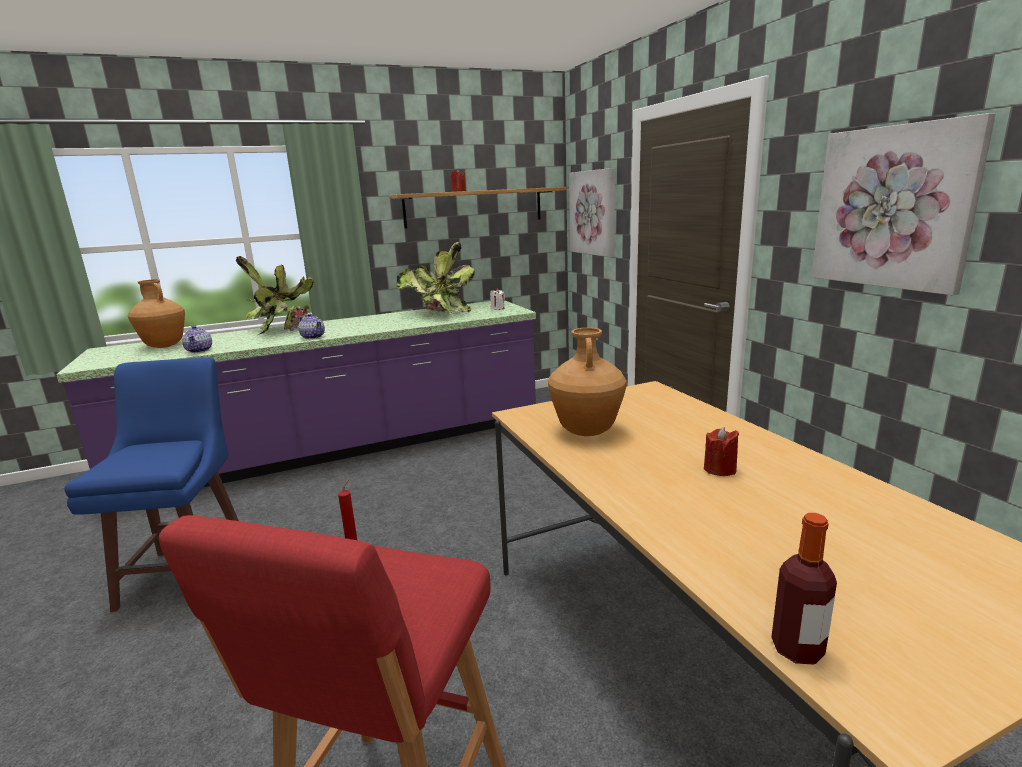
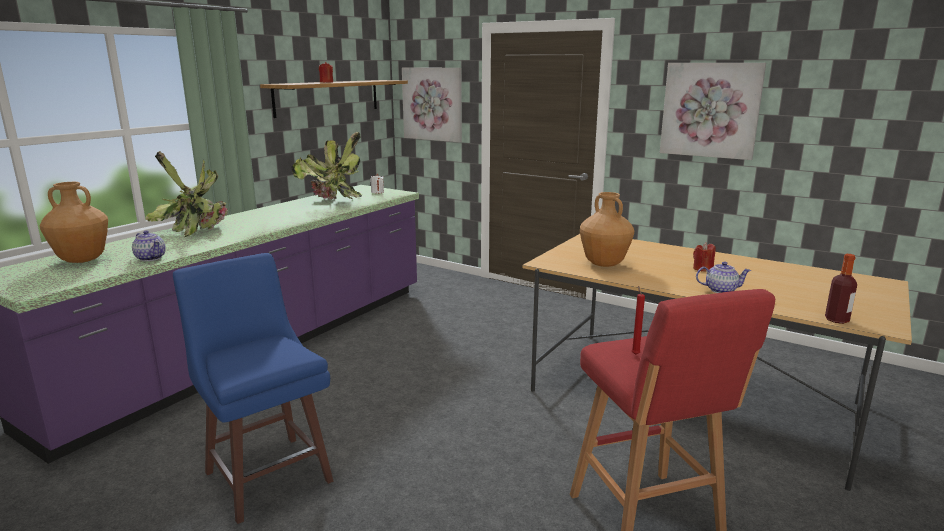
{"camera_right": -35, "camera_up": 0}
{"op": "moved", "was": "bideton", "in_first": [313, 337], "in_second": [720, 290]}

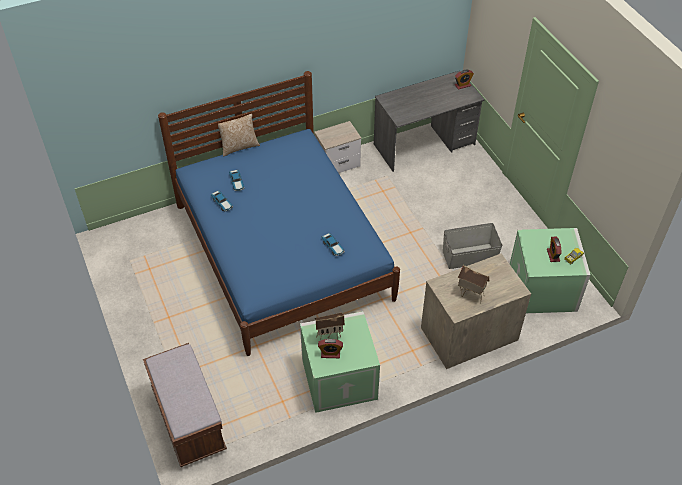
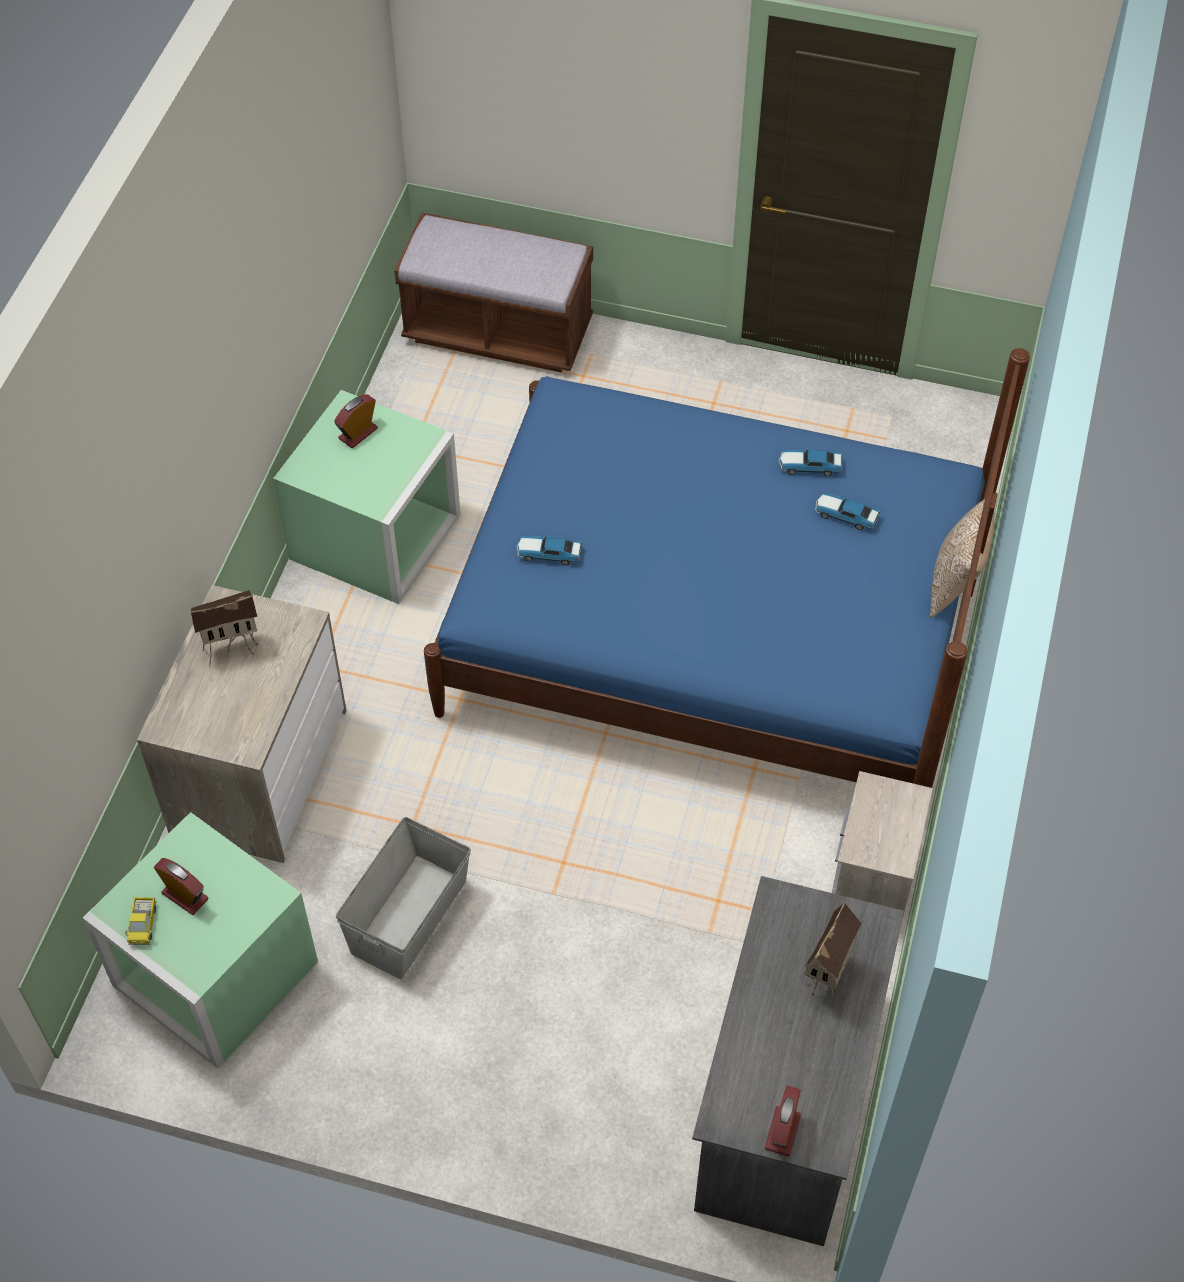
{"camera_right": 130, "camera_up": 5}
{"op": "moved", "was": "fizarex", "in_first": [329, 337], "in_second": [828, 975]}

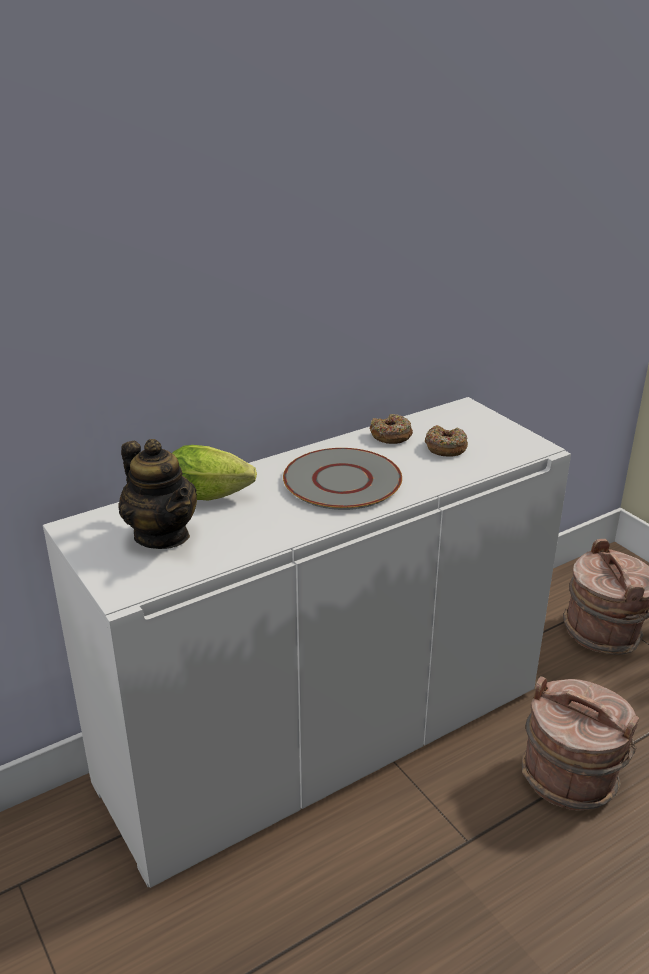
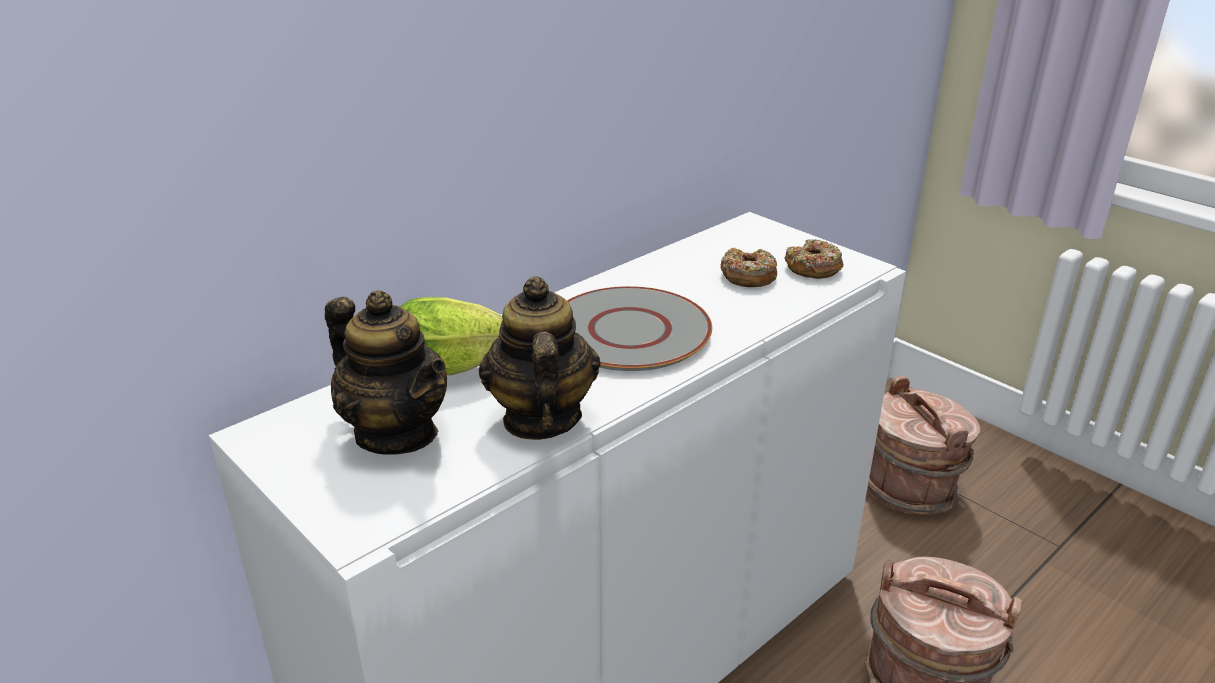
{"camera_right": -10, "camera_up": 0}
{"op": "moved", "was": "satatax", "in_first": [391, 436], "in_second": [813, 268]}
{"op": "added", "now": "bideton", "in_second": [540, 418]}

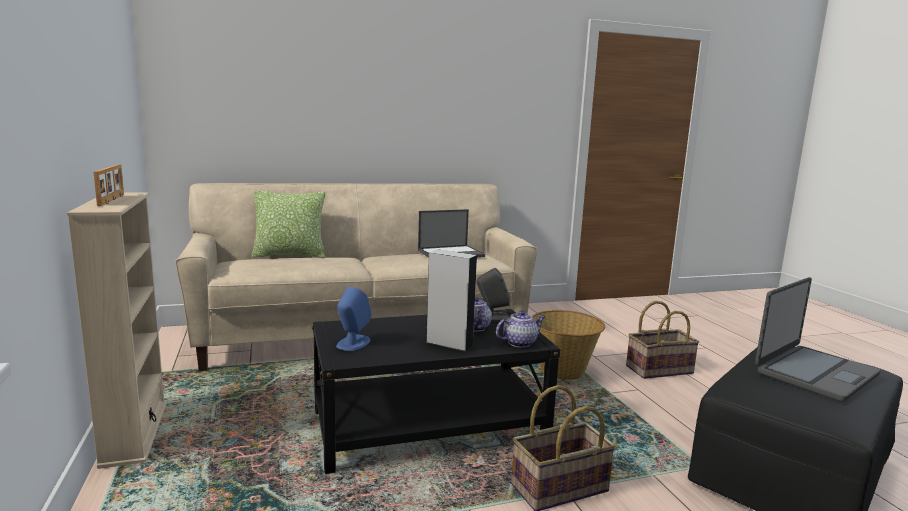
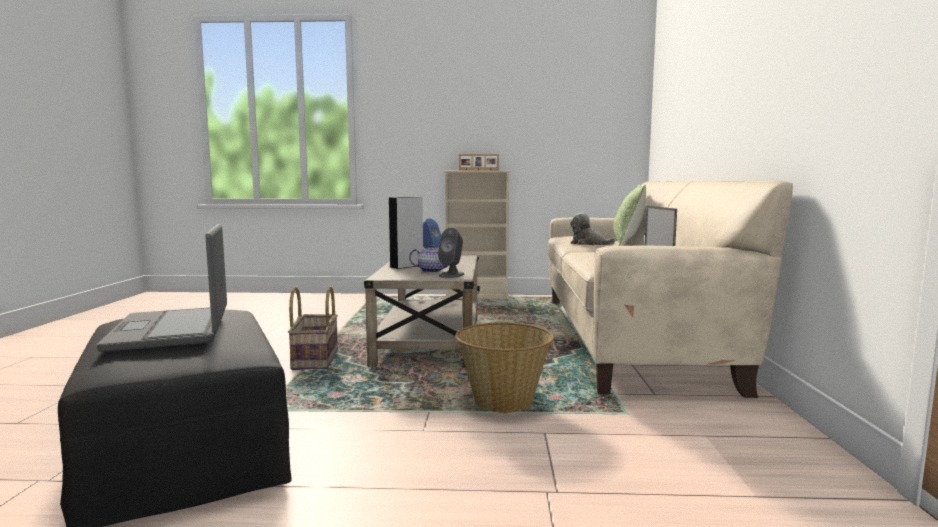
{"camera_right": 110, "camera_up": -5}
{"op": "removed", "was": "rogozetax", "in_first": [659, 369]}
{"op": "recoloured", "was": "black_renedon", "now": "beige_renedon", "in_first": [429, 426], "in_second": [430, 340]}
{"op": "removed", "was": "bideton", "in_first": [520, 343]}
{"op": "added", "now": "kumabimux", "in_second": [588, 244]}

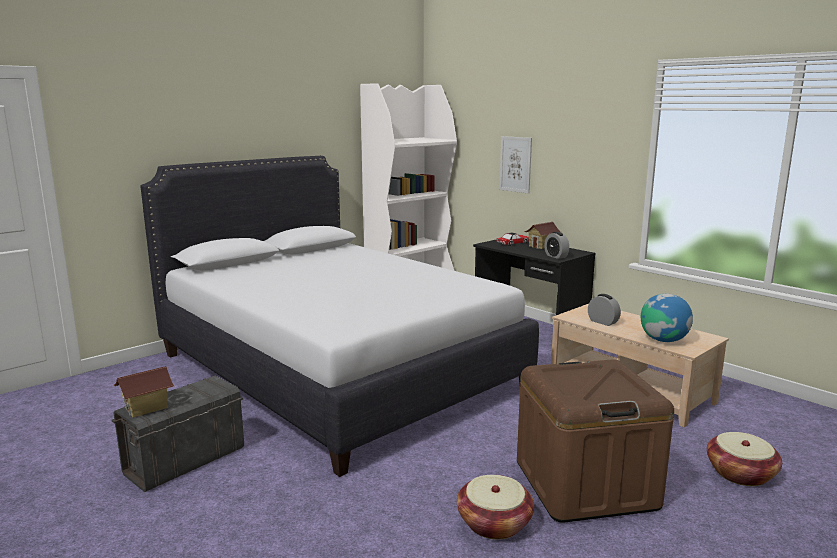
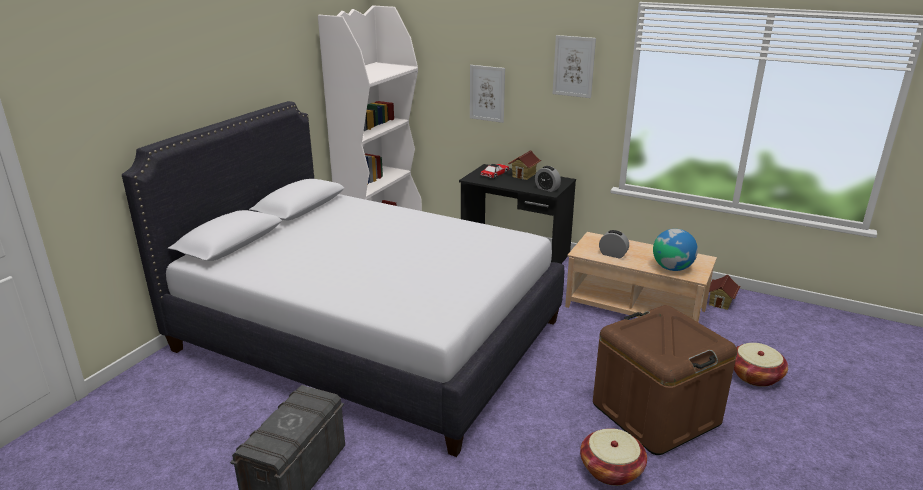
{"camera_right": -20, "camera_up": 10}
{"op": "moved", "was": "fizarex", "in_first": [146, 408], "in_second": [720, 302]}
{"op": "added", "now": "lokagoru", "in_second": [573, 66]}

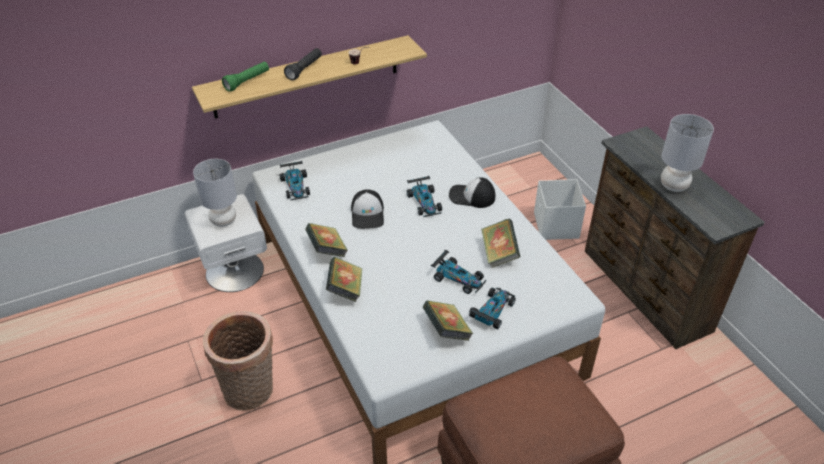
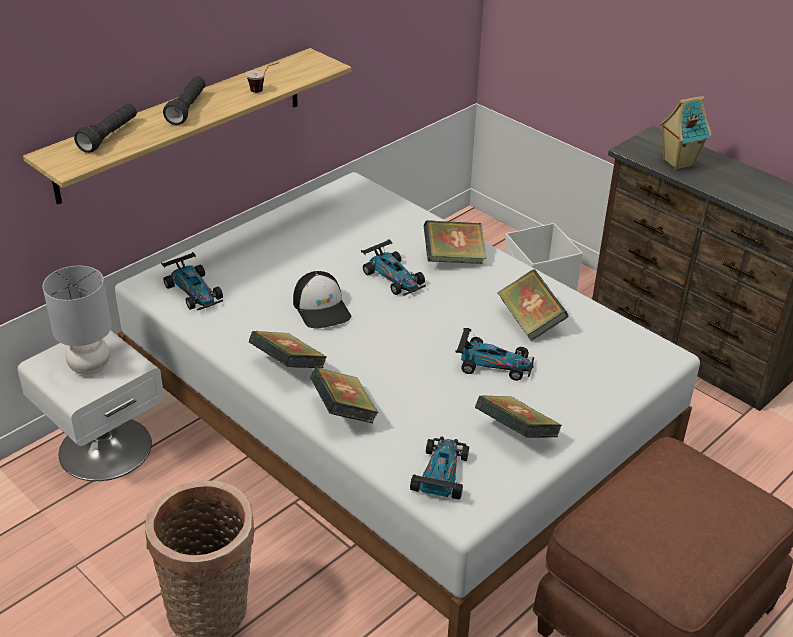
{"camera_right": -20, "camera_up": -5}
{"op": "recoloured", "was": "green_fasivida", "now": "black_fasivida", "in_first": [247, 82], "in_second": [109, 136]}
{"op": "removed", "was": "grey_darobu", "in_first": [673, 186]}
{"op": "replaced", "was": "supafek", "now": "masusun", "in_first": [471, 196], "in_second": [453, 258]}
{"op": "moved", "was": "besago", "in_first": [492, 311], "in_second": [440, 474]}
{"op": "added", "now": "fizarex", "in_second": [677, 162]}

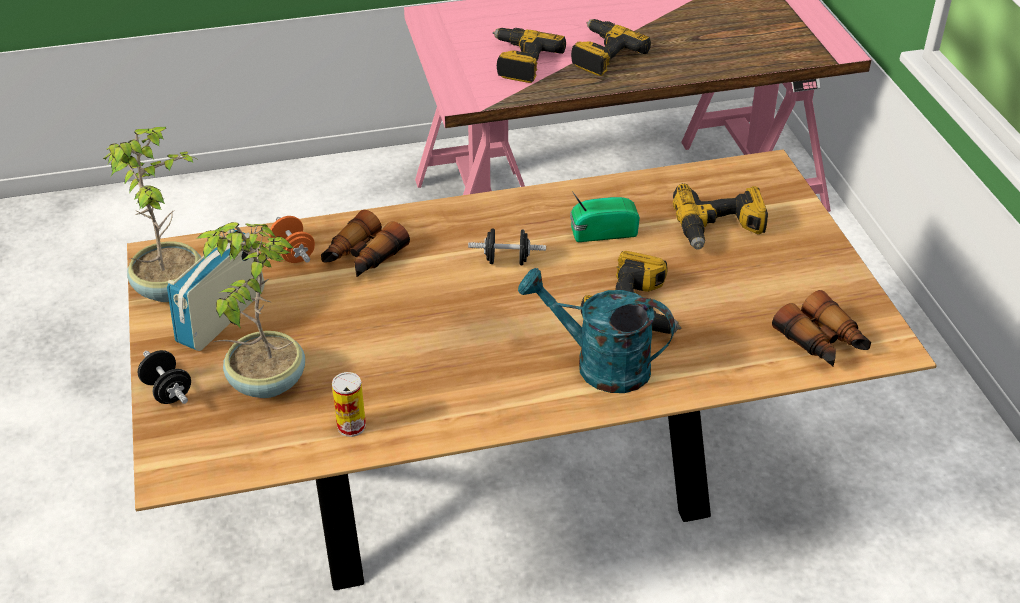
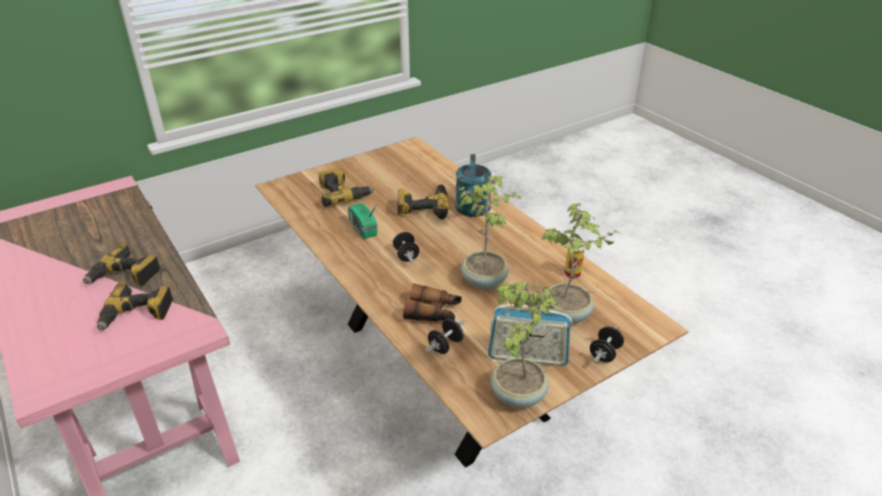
{"camera_right": -110, "camera_up": -5}
{"op": "recoloured", "was": "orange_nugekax", "now": "black_nugekax", "in_first": [294, 253], "in_second": [445, 345]}
{"op": "removed", "was": "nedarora", "in_first": [822, 343]}
{"op": "added", "now": "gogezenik", "in_second": [484, 280]}

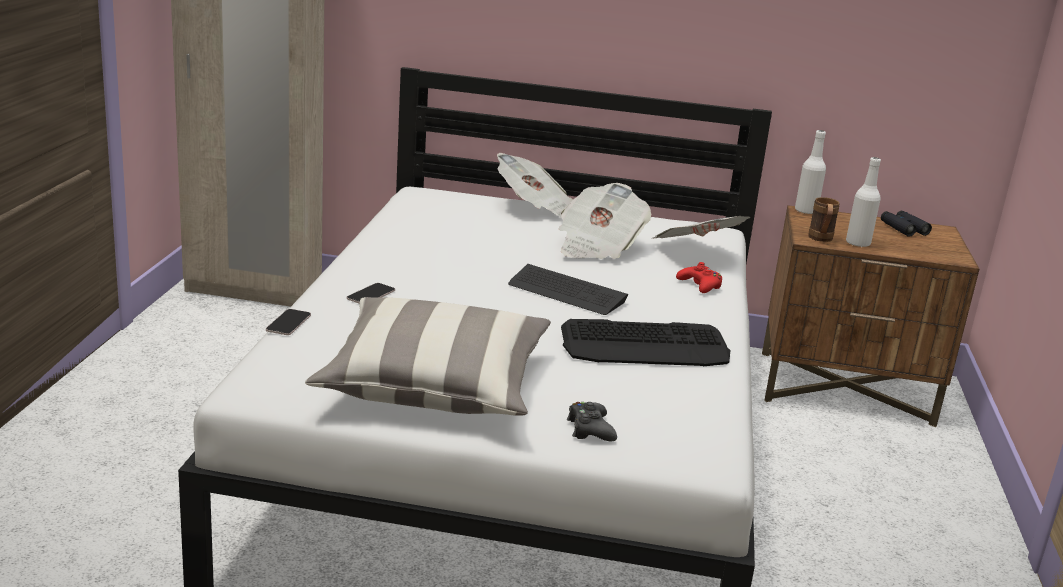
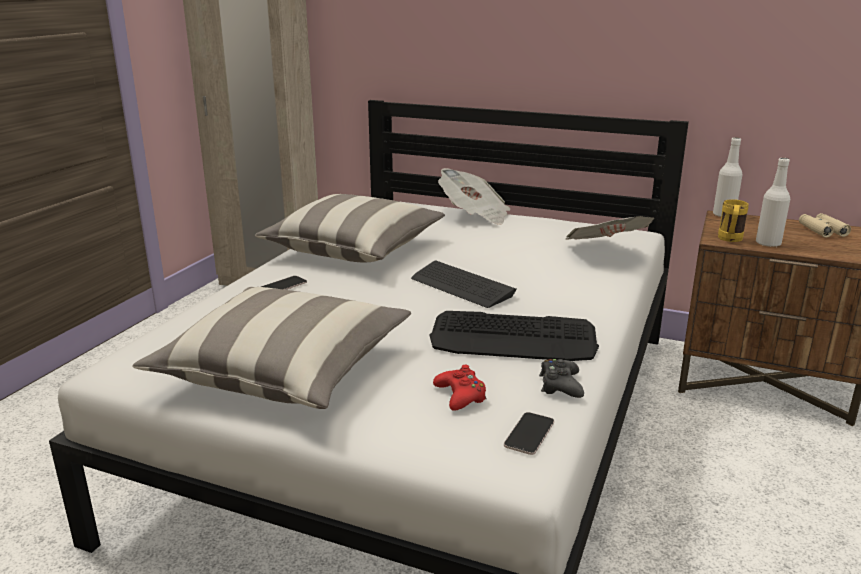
{"camera_right": 15, "camera_up": 0}
{"op": "removed", "was": "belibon", "in_first": [597, 246]}
{"op": "recoloured", "was": "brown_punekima", "now": "yellow_punekima", "in_first": [820, 239], "in_second": [729, 240]}
{"op": "recoloured", "was": "black_nedarora", "now": "beige_nedarora", "in_first": [903, 229], "in_second": [822, 230]}
{"op": "moved", "was": "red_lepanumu", "in_first": [700, 285], "in_second": [460, 396]}
{"op": "moved", "was": "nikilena", "in_first": [288, 323], "in_second": [529, 434]}
{"op": "moved", "was": "black_lepanumu", "in_first": [590, 429], "in_second": [560, 385]}
{"op": "added", "now": "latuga", "in_second": [354, 249]}

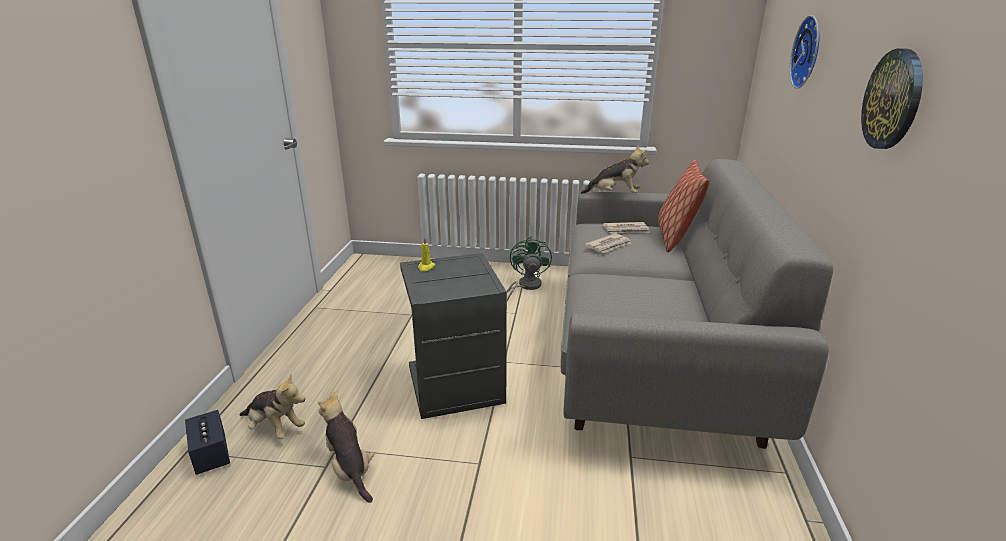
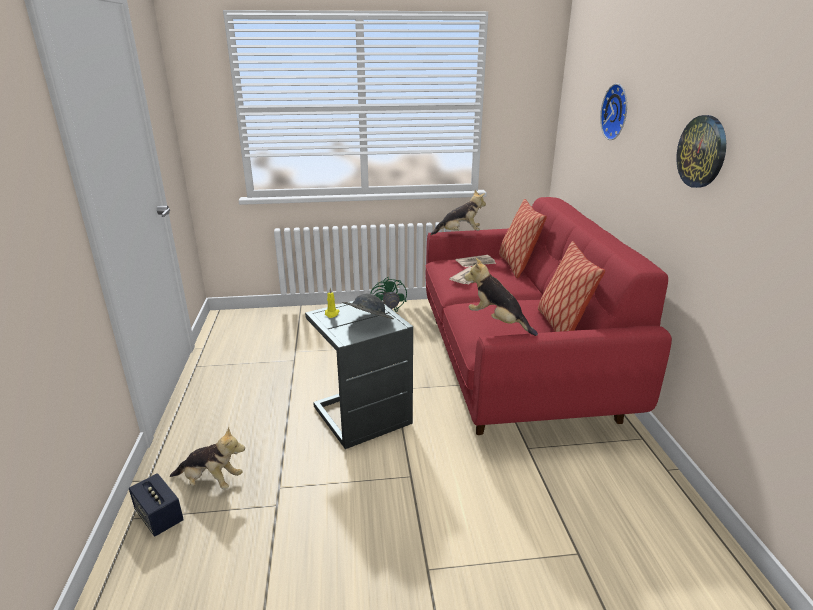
{"camera_right": -15, "camera_up": 0}
{"op": "recoloured", "was": "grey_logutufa", "now": "red_logutufa", "in_first": [652, 355], "in_second": [514, 365]}
{"op": "moved", "was": "kumabimux", "in_first": [350, 469], "in_second": [497, 322]}
{"op": "added", "now": "latuga", "in_second": [561, 327]}
{"op": "added", "now": "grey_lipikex", "in_second": [367, 322]}

